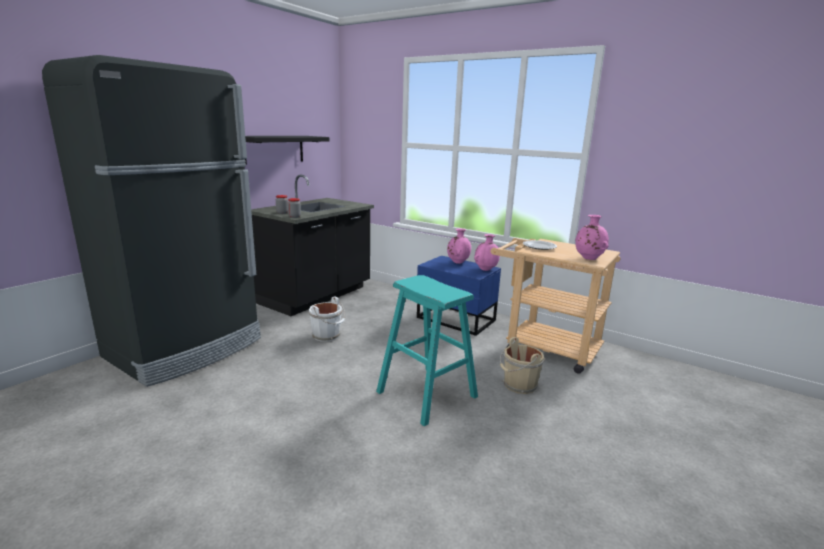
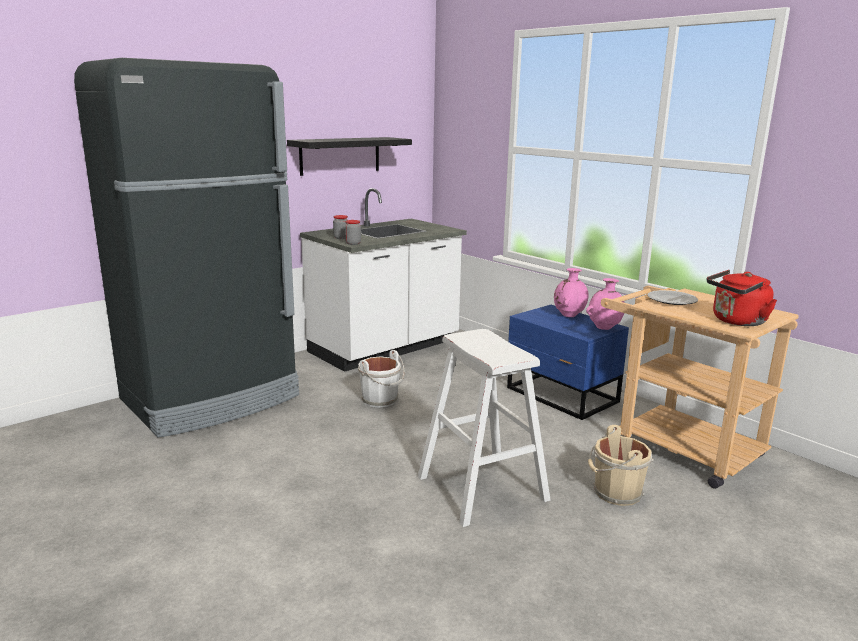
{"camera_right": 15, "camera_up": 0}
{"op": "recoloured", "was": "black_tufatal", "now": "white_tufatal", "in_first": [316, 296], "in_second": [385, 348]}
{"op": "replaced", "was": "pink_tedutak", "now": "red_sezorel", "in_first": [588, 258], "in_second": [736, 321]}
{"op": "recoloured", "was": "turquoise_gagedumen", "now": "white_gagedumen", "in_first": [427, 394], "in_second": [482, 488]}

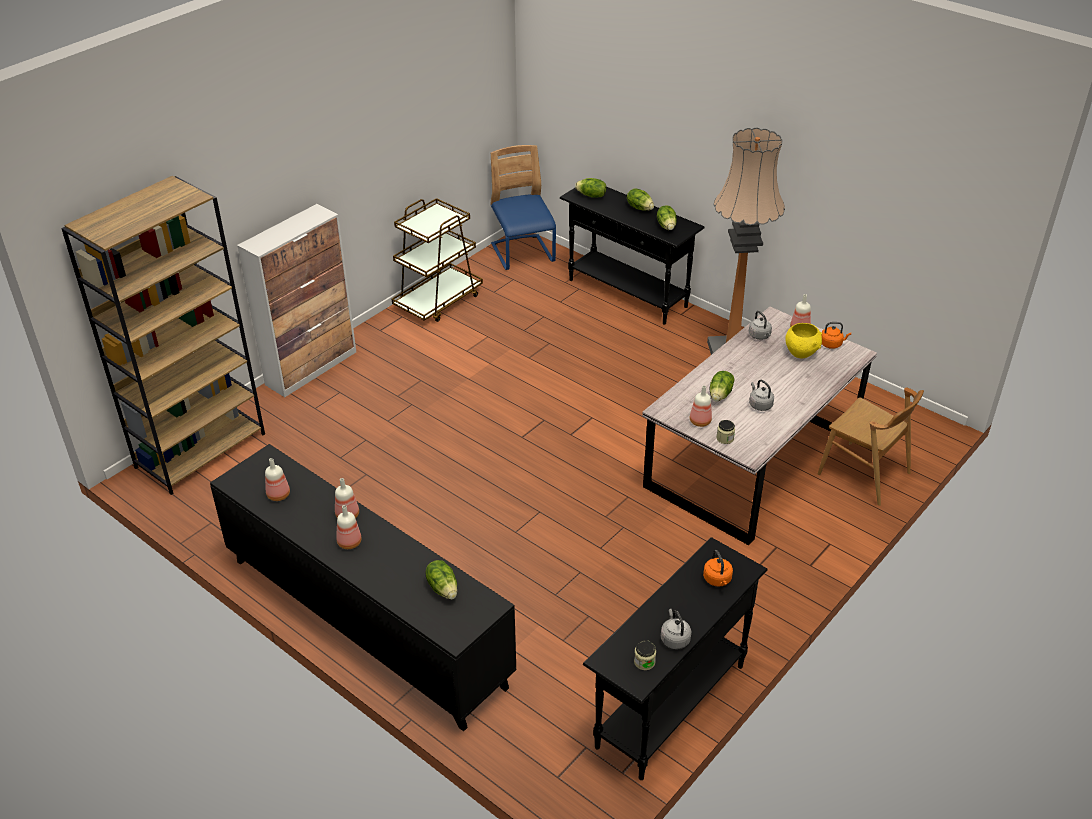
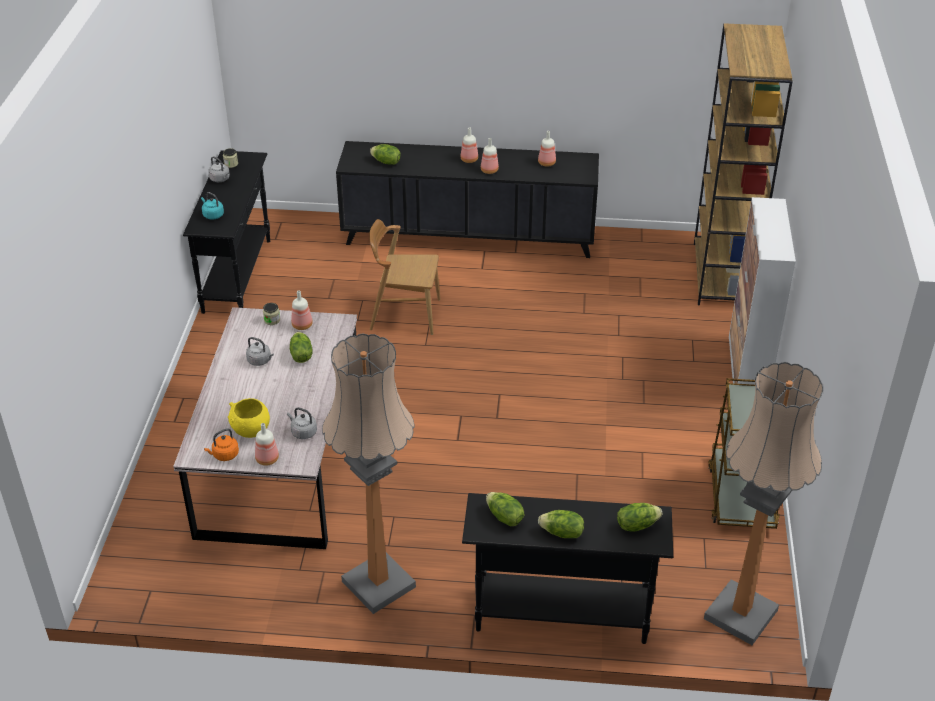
{"camera_right": 145, "camera_up": 0}
{"op": "replaced", "was": "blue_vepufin", "now": "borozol", "in_first": [523, 254], "in_second": [740, 614]}
{"op": "moved", "was": "brown_vepufin", "in_first": [864, 474], "in_second": [405, 314]}
{"op": "recoloured", "was": "orange_sezorel", "now": "turquoise_sezorel", "in_first": [717, 580], "in_second": [212, 215]}

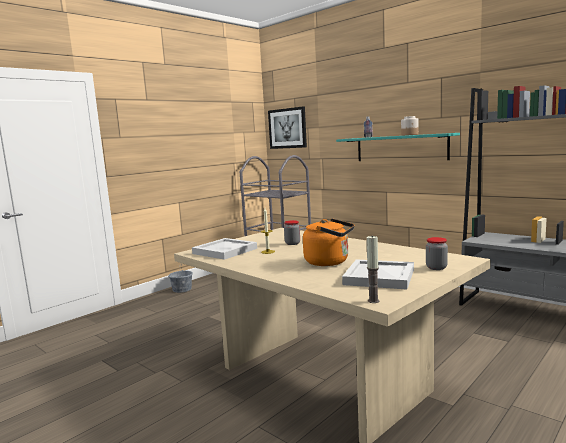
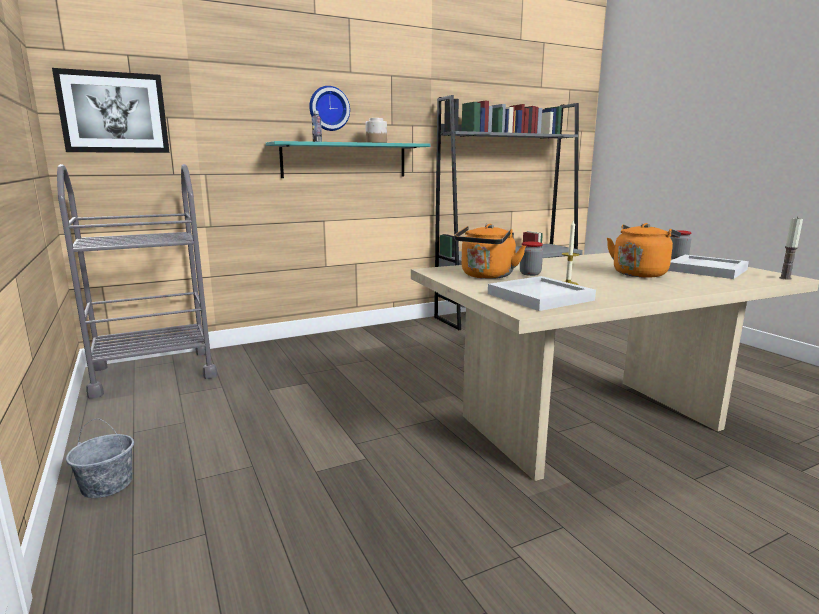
{"camera_right": -70, "camera_up": 5}
{"op": "added", "now": "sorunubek", "in_second": [328, 108]}
{"op": "added", "now": "orange_sezorel", "in_second": [486, 276]}

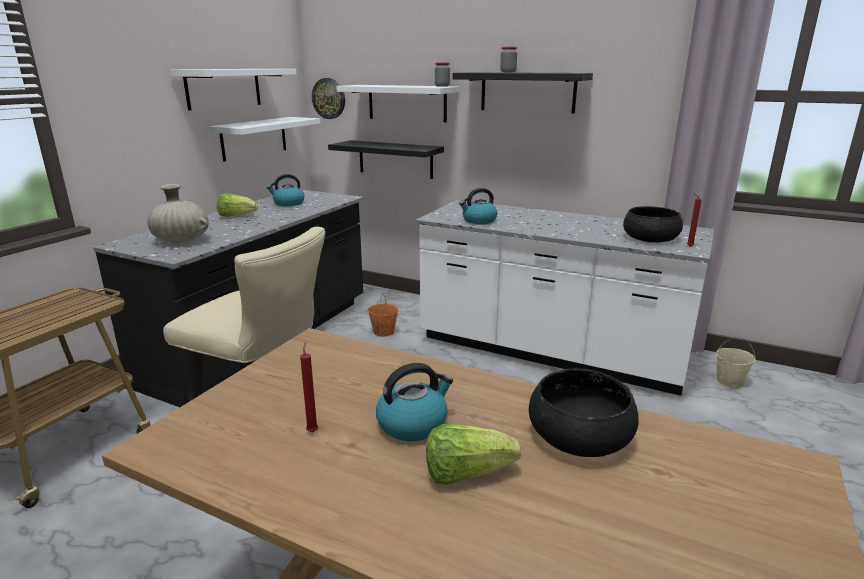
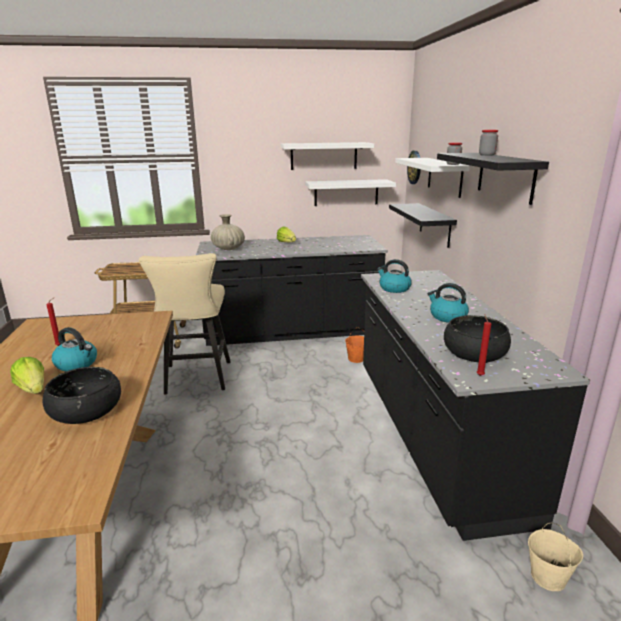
{"camera_right": 55, "camera_up": 0}
{"op": "moved", "was": "sezorel", "in_first": [288, 203], "in_second": [447, 317]}
{"op": "recoloured", "was": "white_tufatal", "now": "black_tufatal", "in_first": [549, 352], "in_second": [432, 435]}

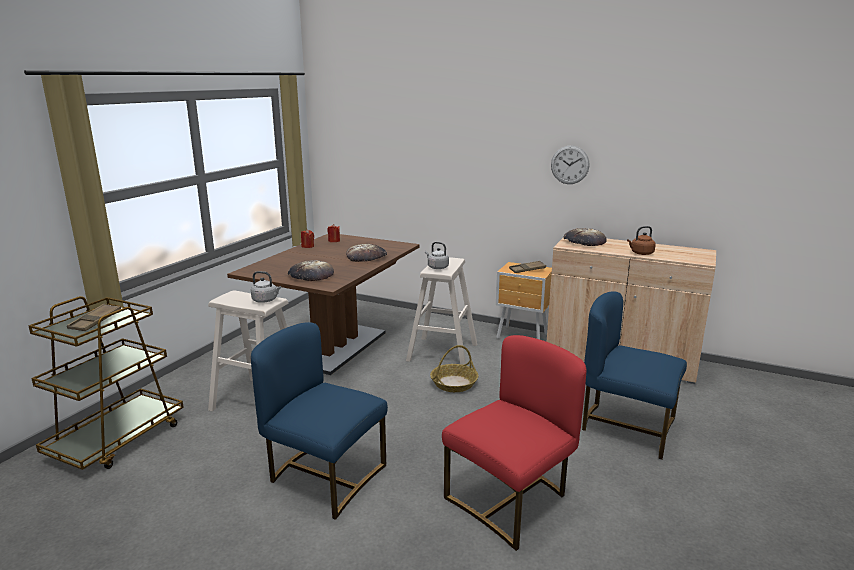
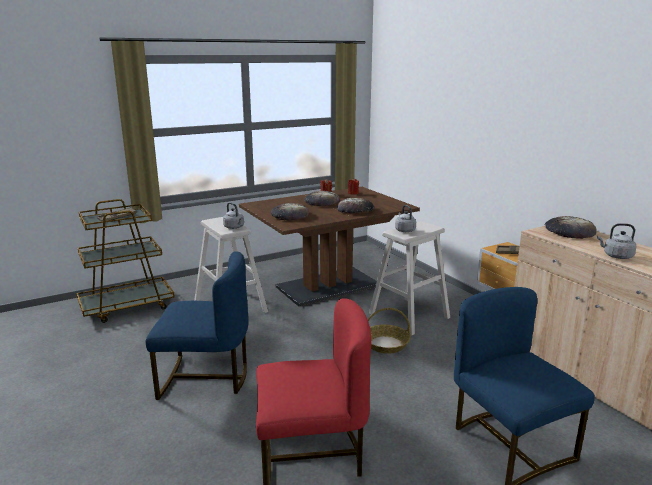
{"camera_right": 35, "camera_up": 0}
{"op": "removed", "was": "sorunubek", "in_first": [570, 165]}
{"op": "recoloured", "was": "brown_sezorel", "now": "grey_sezorel", "in_first": [641, 253], "in_second": [616, 256]}
{"op": "turned", "was": "blue_vepufin", "in_first": [325, 477], "in_second": [205, 378], "clockwise": 120}
{"op": "added", "now": "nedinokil", "in_second": [322, 202]}

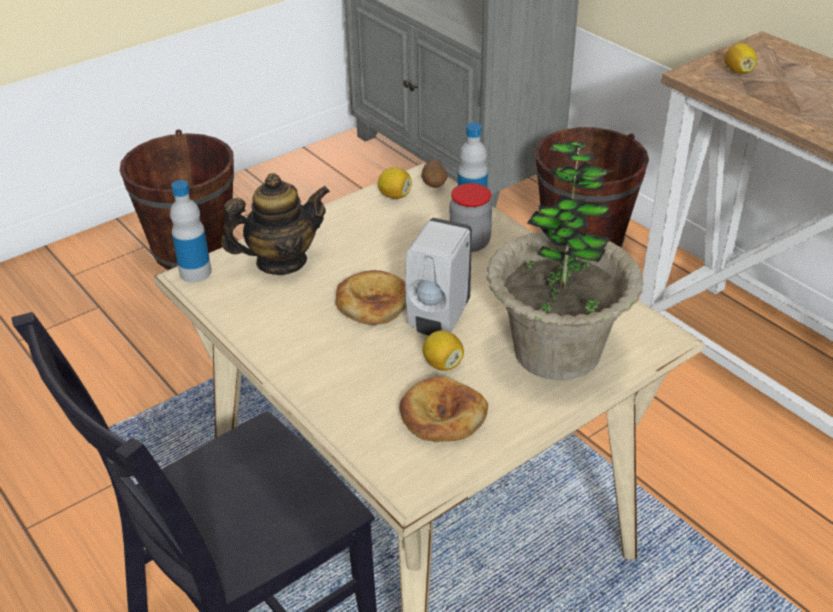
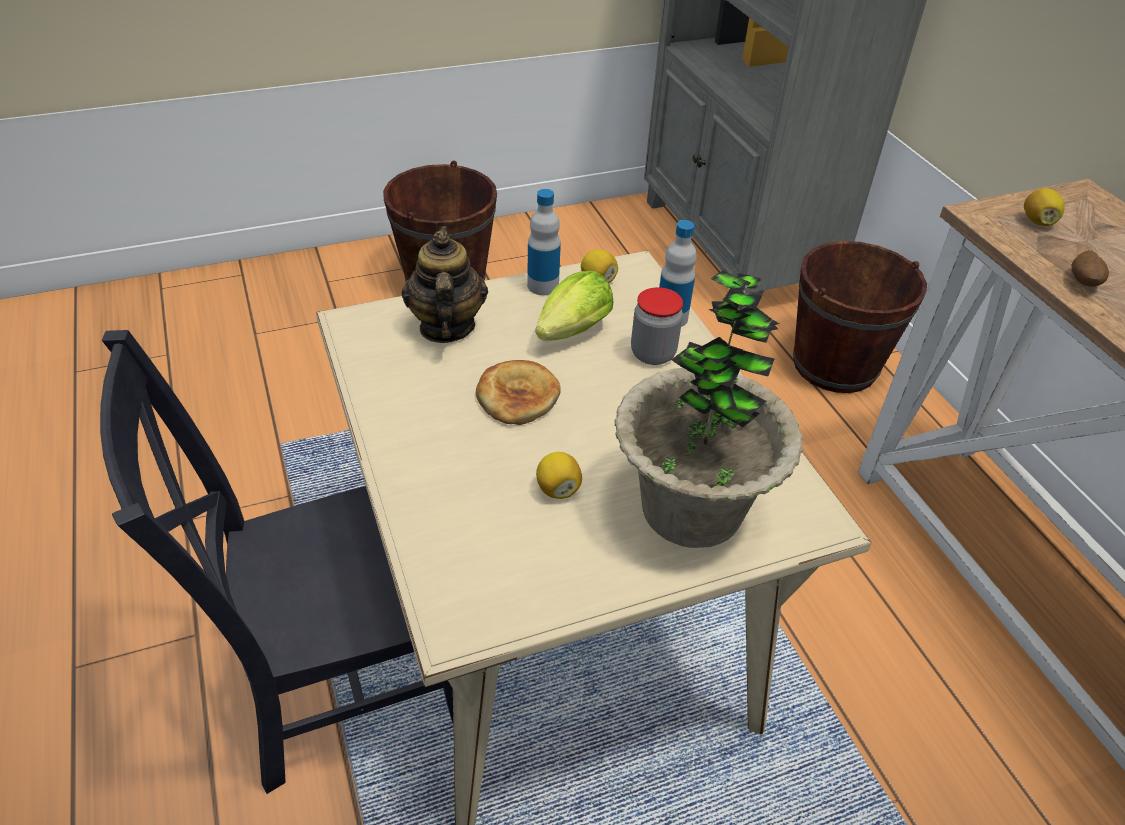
{"camera_right": 15, "camera_up": 5}
{"op": "moved", "was": "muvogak", "in_first": [434, 185], "in_second": [1083, 283]}
{"op": "turned", "was": "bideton", "in_first": [281, 261], "in_second": [446, 327], "clockwise": -90}
{"op": "moved", "was": "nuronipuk", "in_first": [195, 273], "in_second": [543, 285]}
{"op": "removed", "was": "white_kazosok", "in_first": [438, 319]}
{"op": "removed", "was": "nedinokil", "in_first": [442, 415]}
{"op": "added", "now": "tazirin", "in_second": [570, 334]}

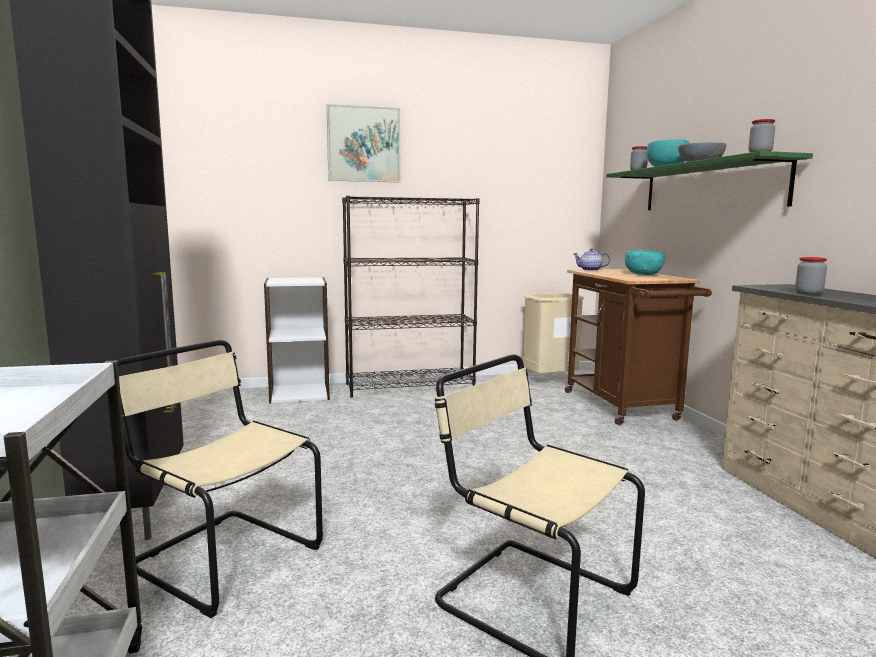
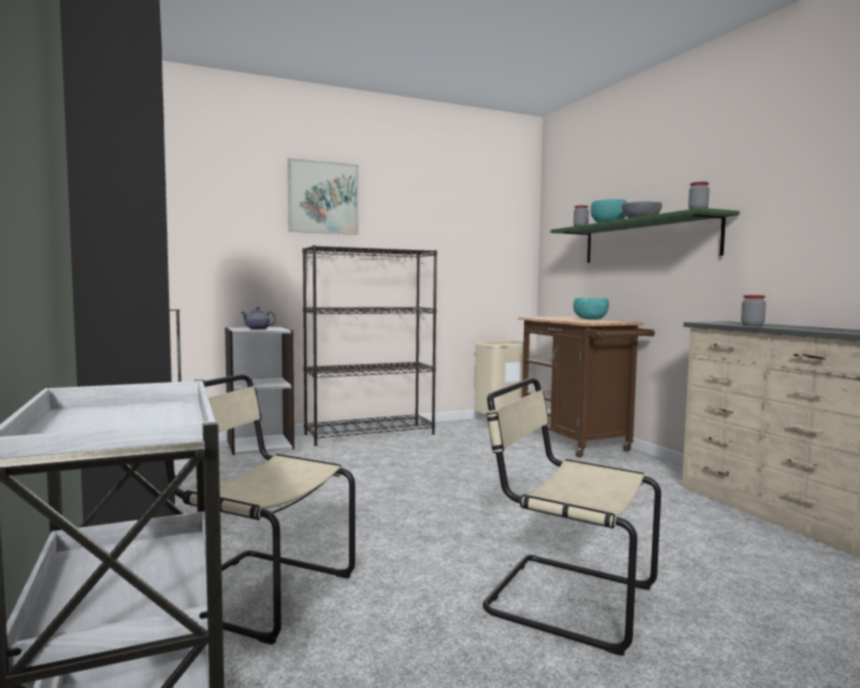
{"camera_right": -10, "camera_up": -5}
{"op": "moved", "was": "bideton", "in_first": [590, 270], "in_second": [257, 329]}

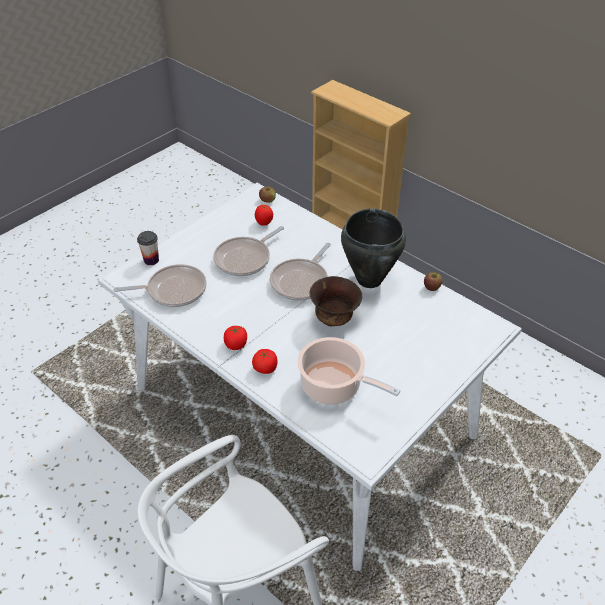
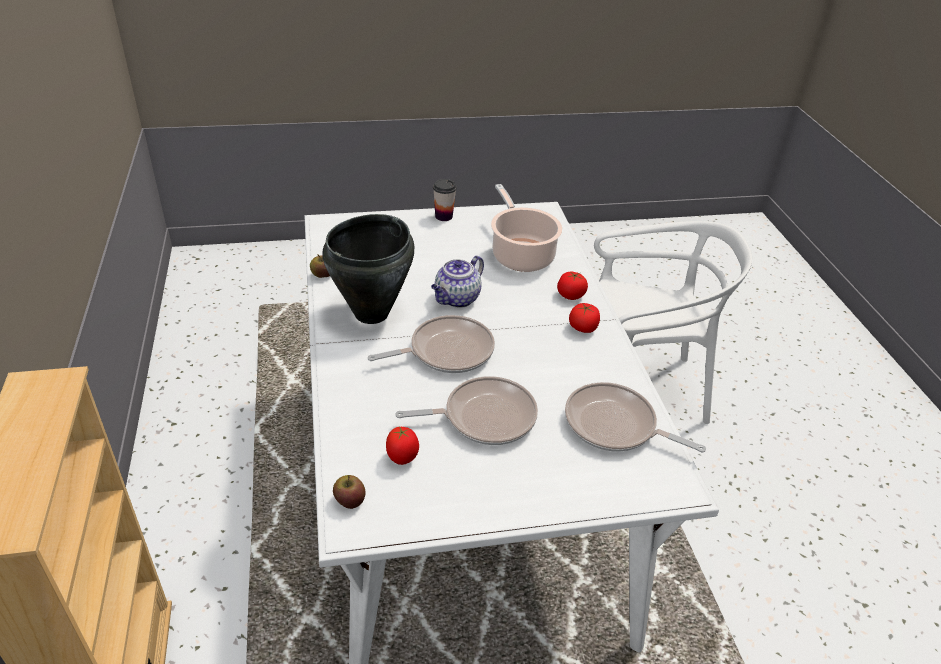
{"camera_right": -145, "camera_up": -5}
{"op": "moved", "was": "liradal", "in_first": [151, 260], "in_second": [443, 216]}
{"op": "replaced", "was": "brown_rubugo", "now": "bideton", "in_first": [334, 318], "in_second": [457, 299]}

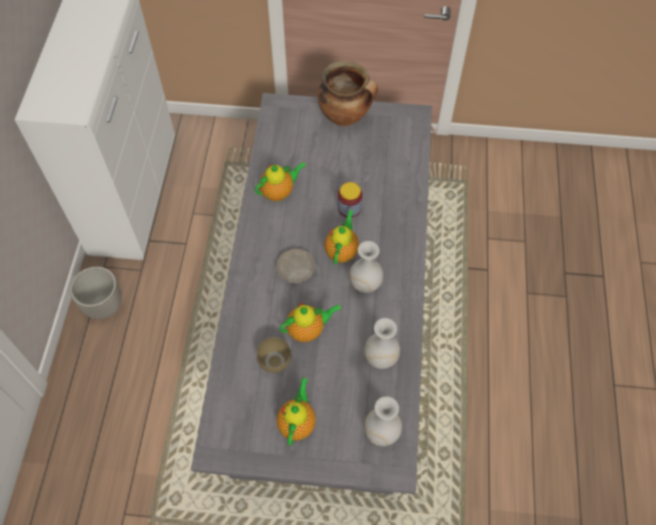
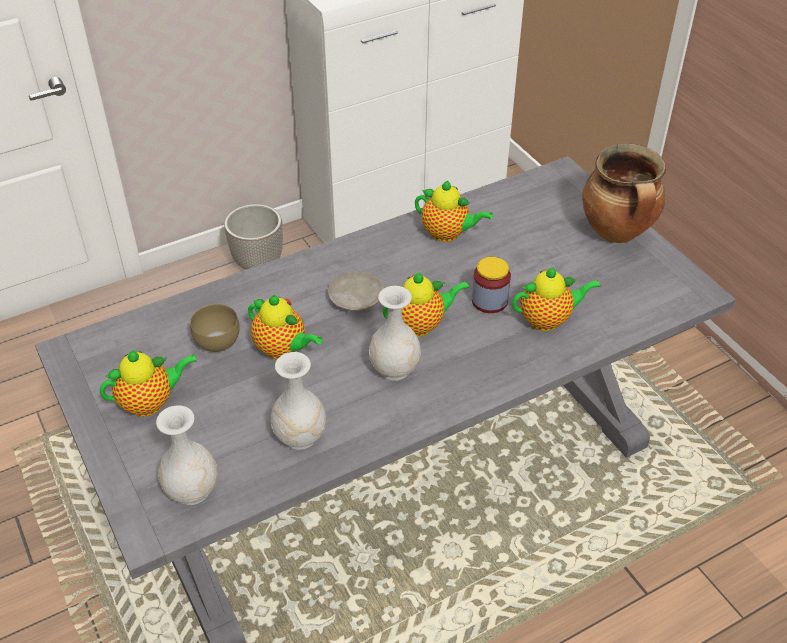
{"camera_right": 55, "camera_up": -15}
{"op": "added", "now": "bideton", "in_second": [548, 320]}

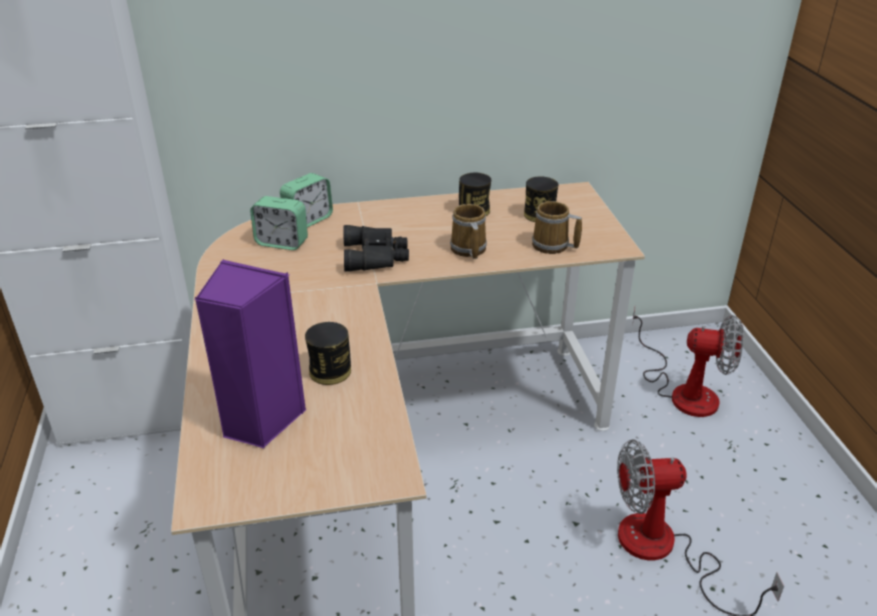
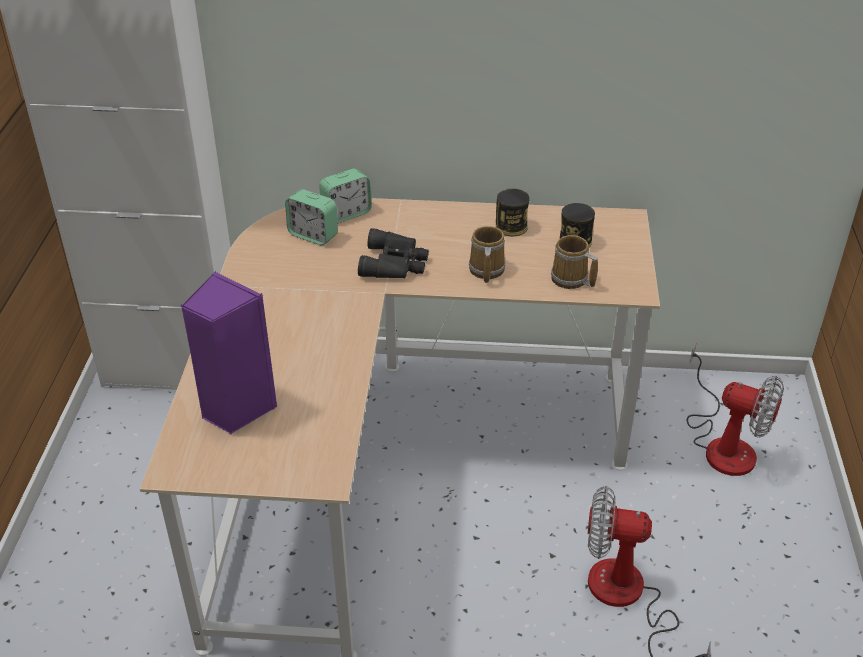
{"camera_right": 15, "camera_up": 5}
{"op": "removed", "was": "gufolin", "in_first": [330, 371]}

